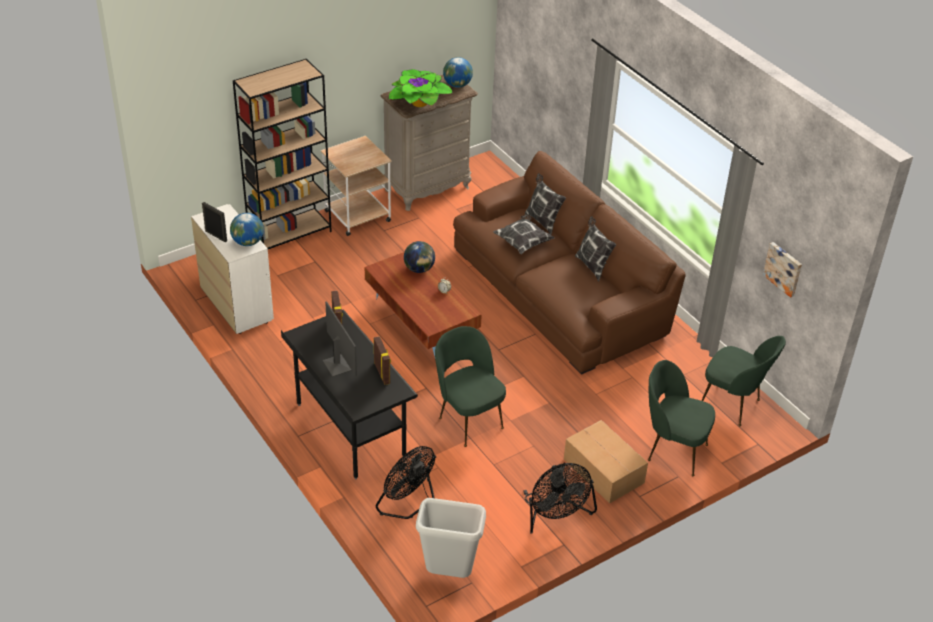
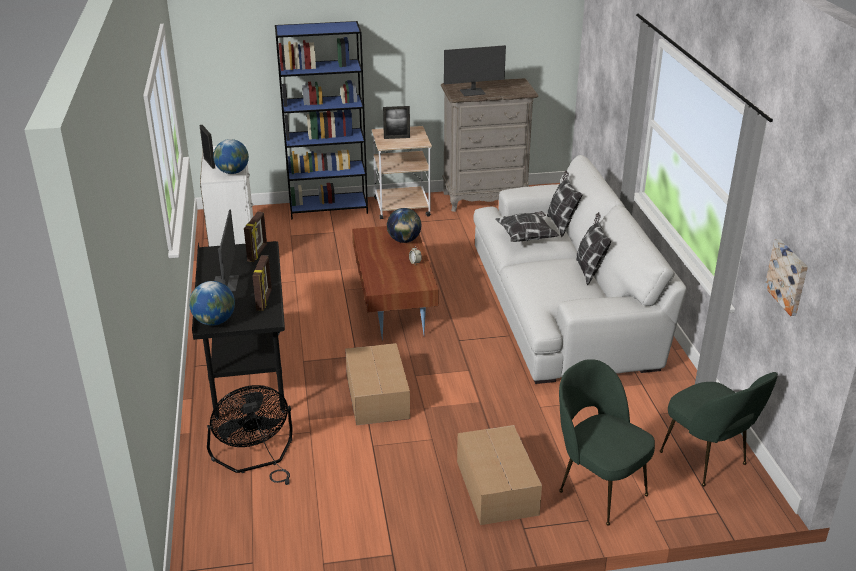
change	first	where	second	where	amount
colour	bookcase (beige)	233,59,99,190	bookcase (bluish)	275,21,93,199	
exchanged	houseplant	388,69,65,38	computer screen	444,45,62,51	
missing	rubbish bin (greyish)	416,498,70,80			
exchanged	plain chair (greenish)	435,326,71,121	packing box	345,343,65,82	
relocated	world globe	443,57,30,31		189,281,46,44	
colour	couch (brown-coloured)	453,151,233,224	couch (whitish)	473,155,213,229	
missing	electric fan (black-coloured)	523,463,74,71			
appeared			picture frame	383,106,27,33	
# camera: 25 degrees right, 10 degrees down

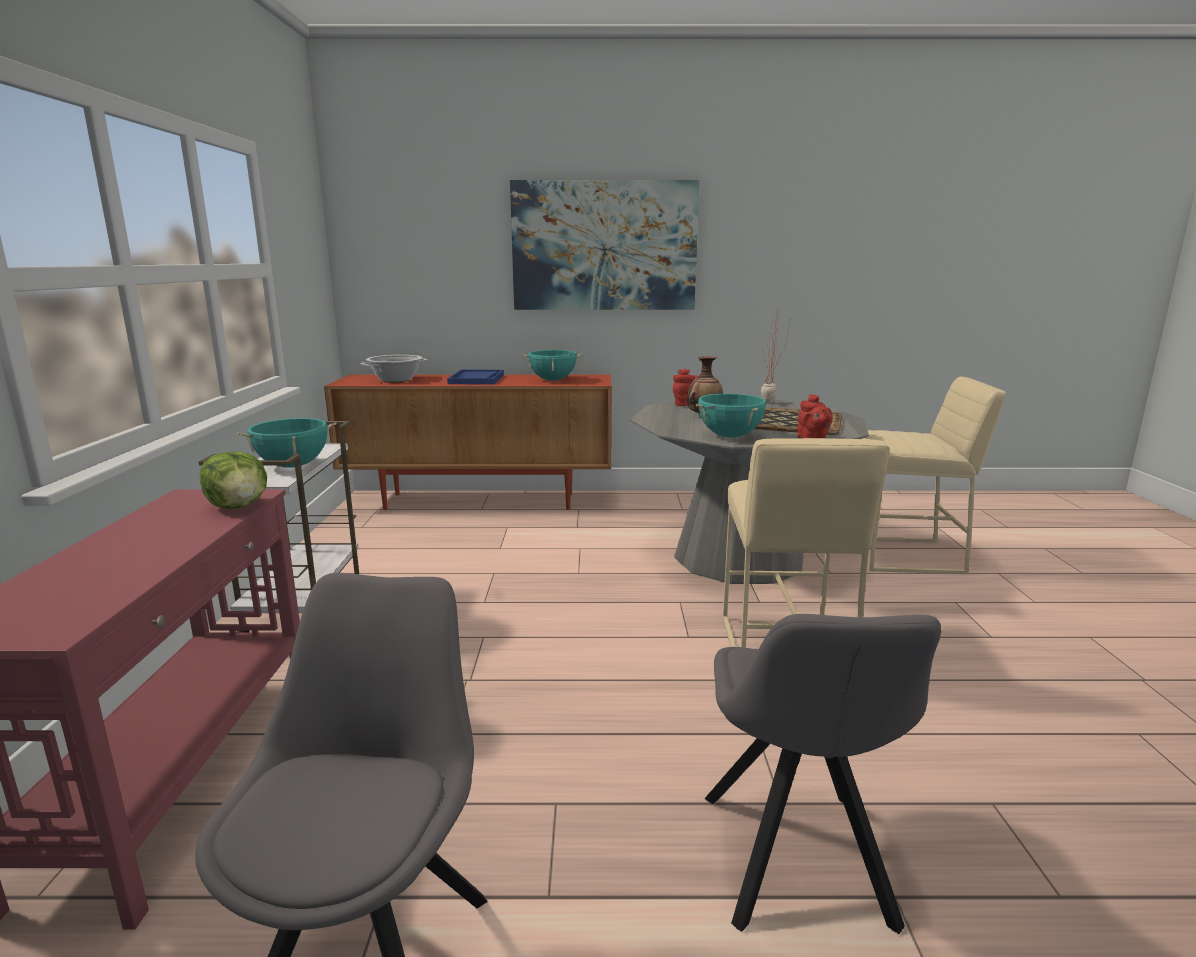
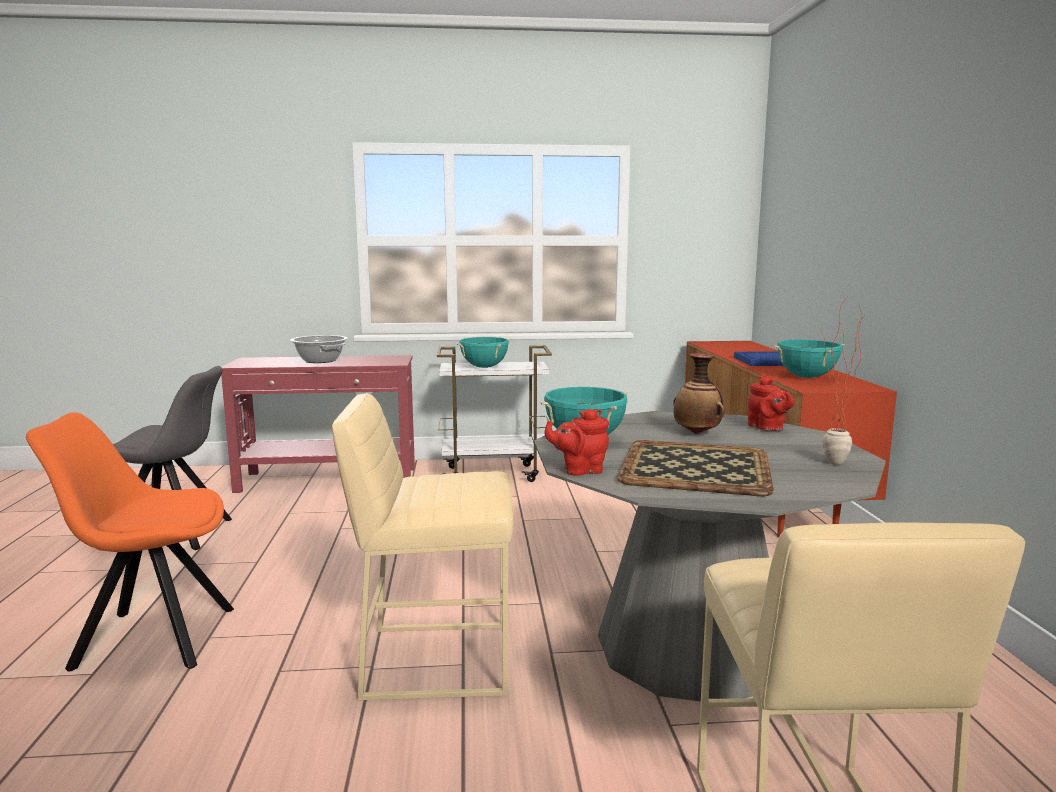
change	first	where	second	where	amount
missing	head of lettuce	200,452,67,57			
relocated	stockpot	361,355,66,27		290,335,58,28	
missing	wall art	510,180,190,130			
colour	plain chair (greyish)	705,614,236,320	plain chair (orangey)	26,412,208,260	
# camera: 85 degrees right, 5 degrees down

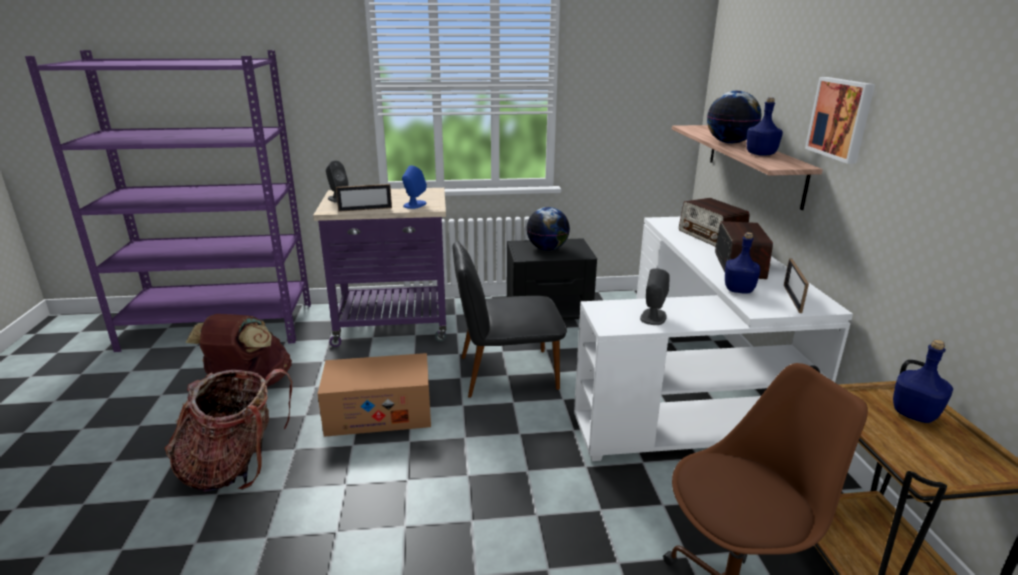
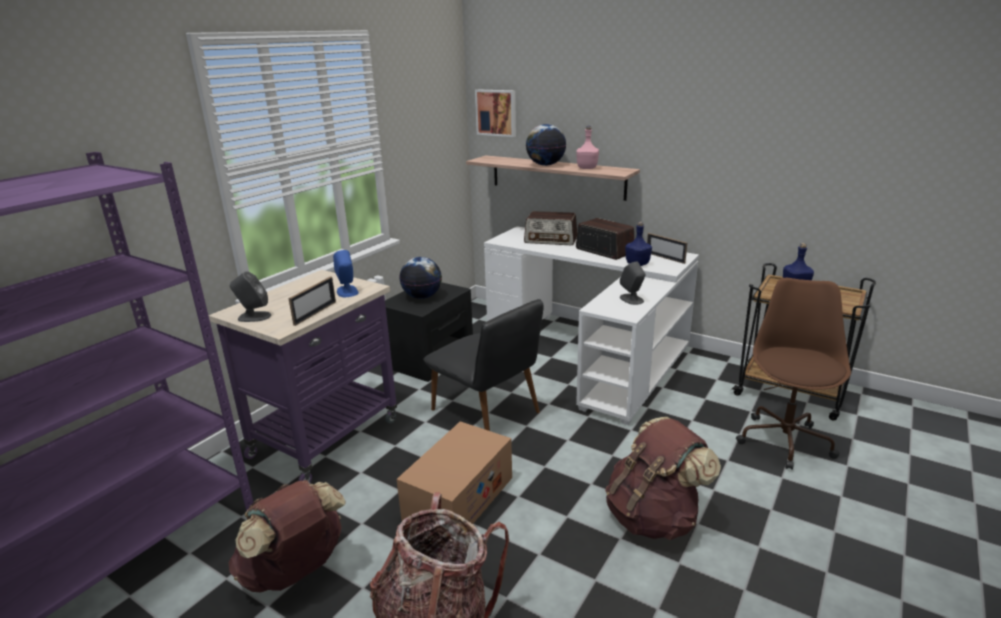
change	first	where	second	where	amount
spun	plain chair (black-coloured)	452,241,115,157		423,299,121,132	75 degrees counterclockwise
colour	bottle (bluish)	747,97,36,59	bottle (pink-coloured)	576,126,23,43	
relocated	wall art	805,77,70,87		475,90,41,47	
appeared			rucksack (brown-coloured)	605,417,116,123	
# camera: 50 degrees left, 0 degrees up

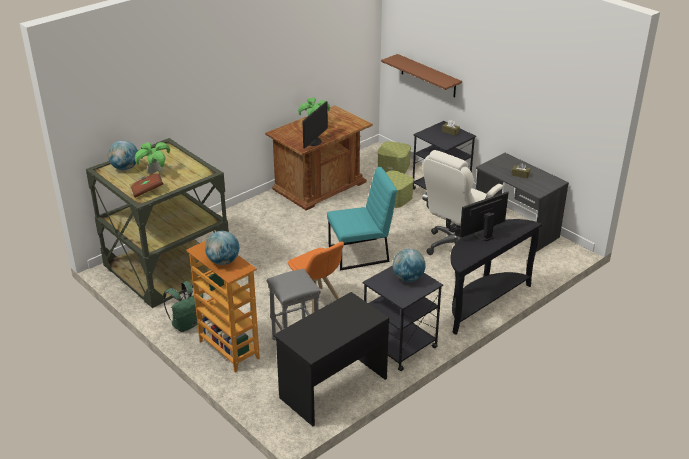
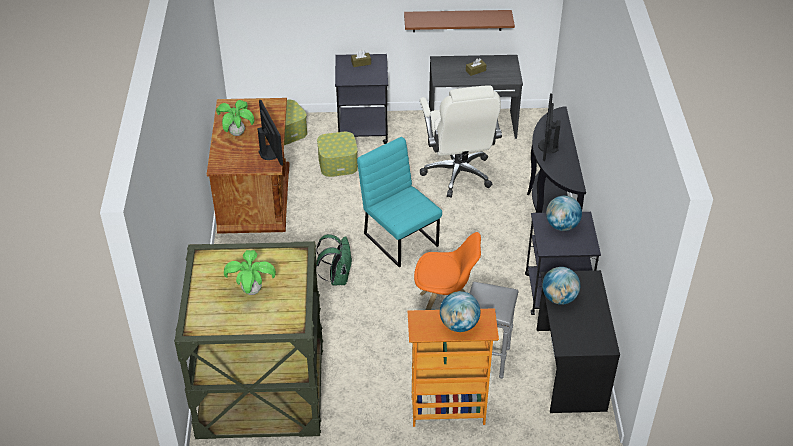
change	first	where	second	where	amount
relocated	world globe	108,140,30,30		542,267,38,38	
missing	volume (brown-coloured)	130,171,33,27			
relocated	rucksack (greenish)	163,281,40,51		316,234,36,51	
spun	plain chair (turquoise-coloured)	327,167,70,103		357,137,85,130	60 degrees counterclockwise
relocated	shelf (brown-coloured)	381,54,81,43		404,10,111,22	
# camera: 50 degrees left, 10 degrees up

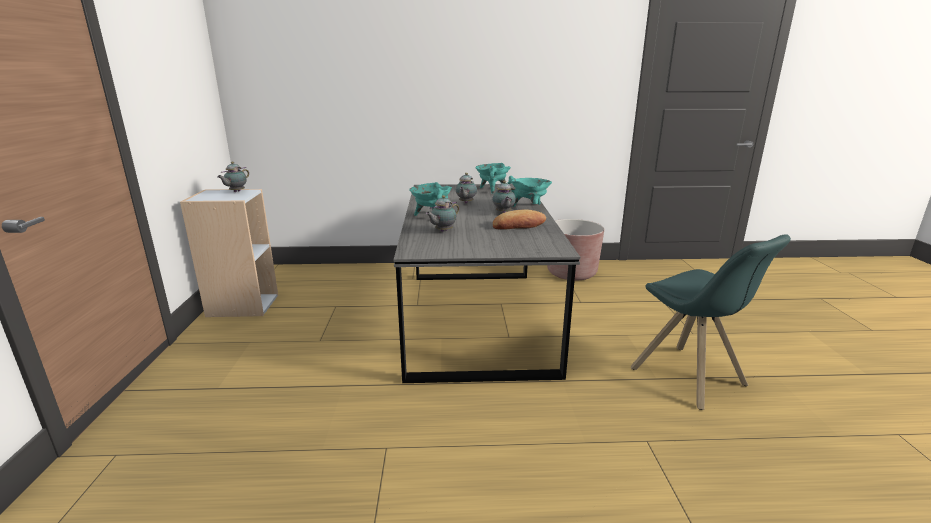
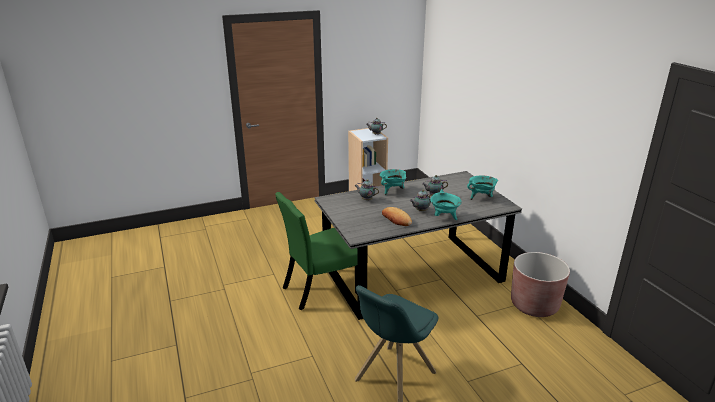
change	first	where	second	where	amount
appeared			plain chair (greenish)	275,192,83,118	
# camera: 70 degrees right, 5 degrees up

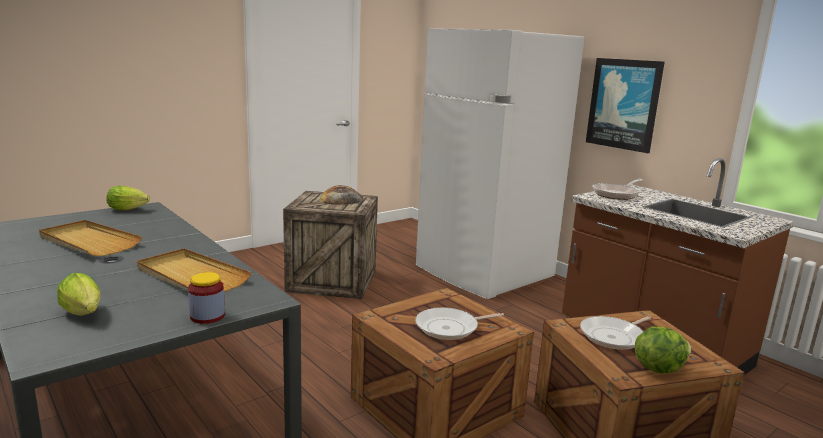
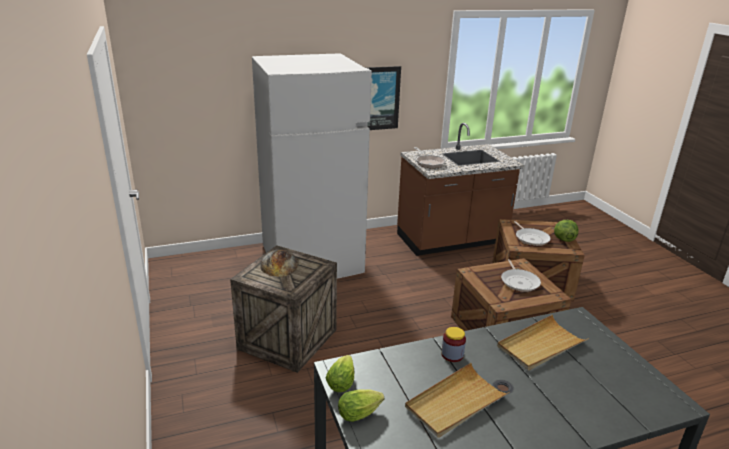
change	first	where	second	where	amount
relocated	head of lettuce	57,273,44,43		338,390,46,32	
relocated	jar	188,272,37,52		441,327,25,35	
# camera: 70 degrees left, 10 degrees up

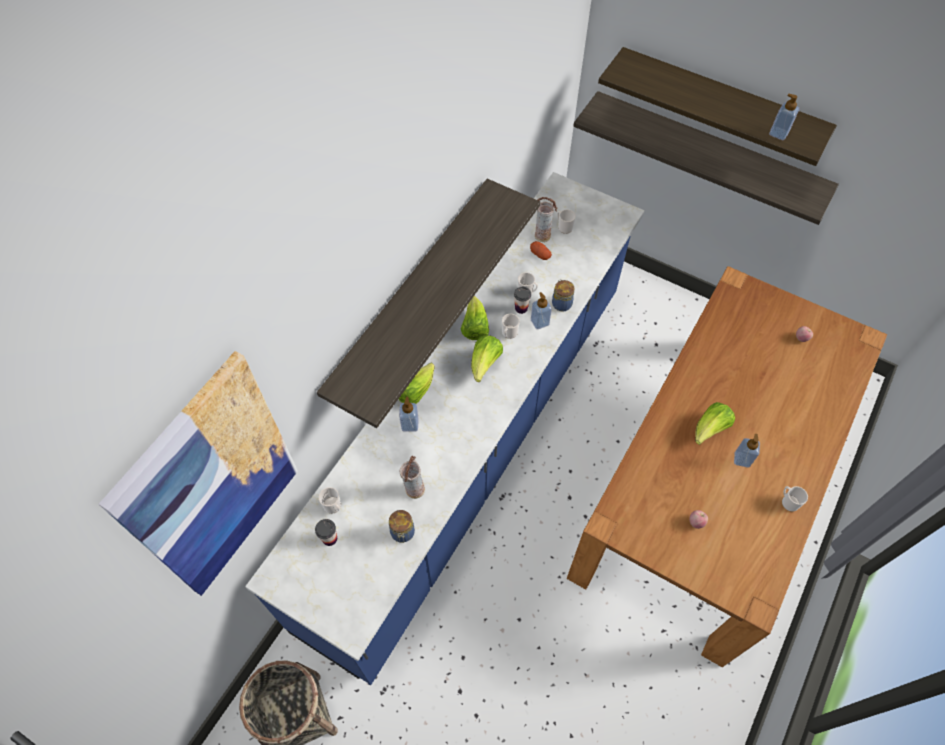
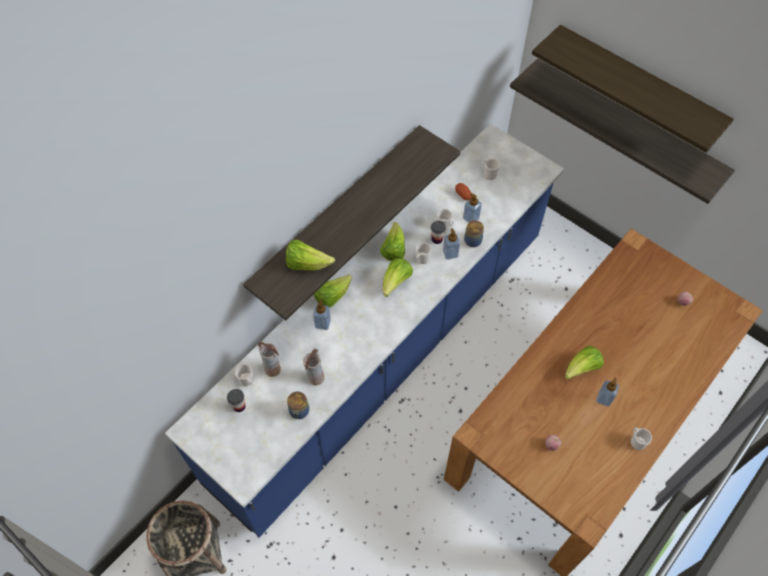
change	first	where	second	where	amount
missing	wall art	99,351,199,245			
relocated	decorative vase	535,197,22,45		258,342,23,35	
relocated	soap bottle	769,94,30,46		463,193,19,30	
appeared			head of lettuce	286,240,49,31	
# camera: 10 degrees right, 0 degrees up

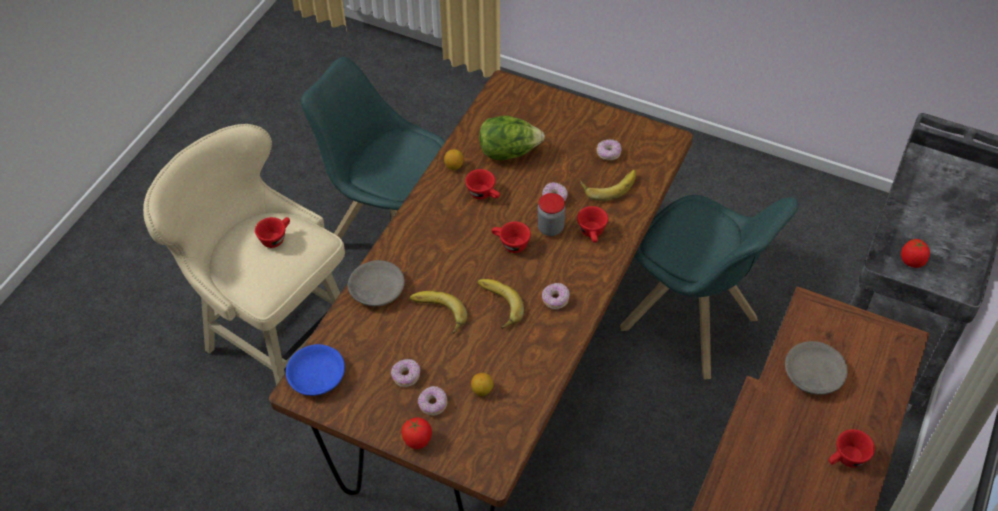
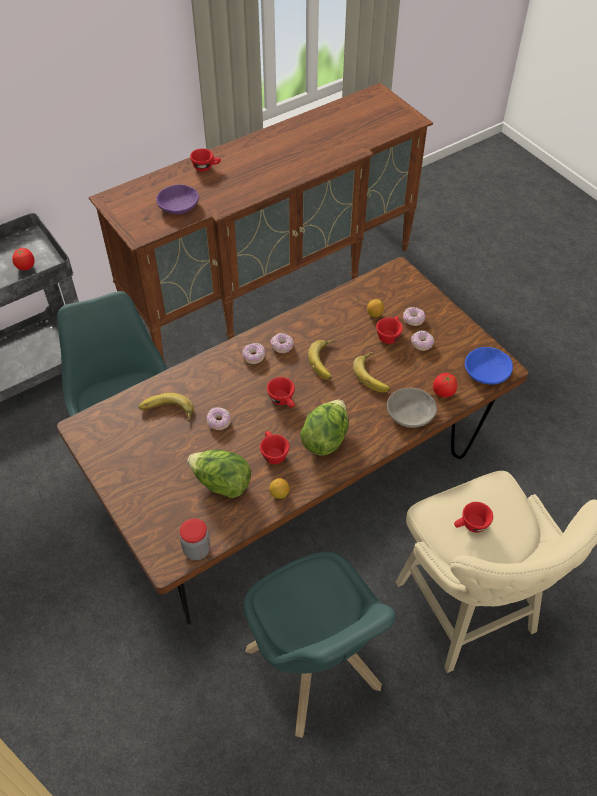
change	first	where	second	where	amount
relocated	tomato	401,417,31,32		433,373,24,24	
relocated	jar	537,193,29,43		179,518,32,42	
relocated	drinking cup (red)	577,206,31,36		376,316,27,28	
relocated	donut	597,139,25,21		242,343,23,21	
colour	deep dish (greyish)	785,341,63,54	deep dish (purplish)	156,184,43,30	
appeared			head of lettuce	300,400,49,55	
# camera: 150 degrees left, 0 degrees up

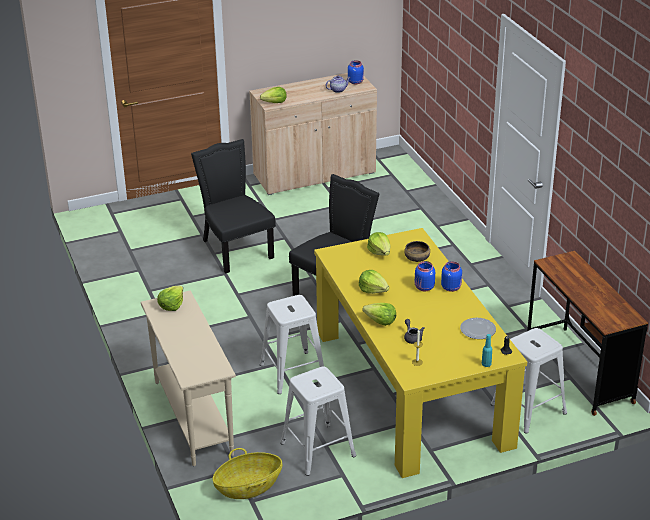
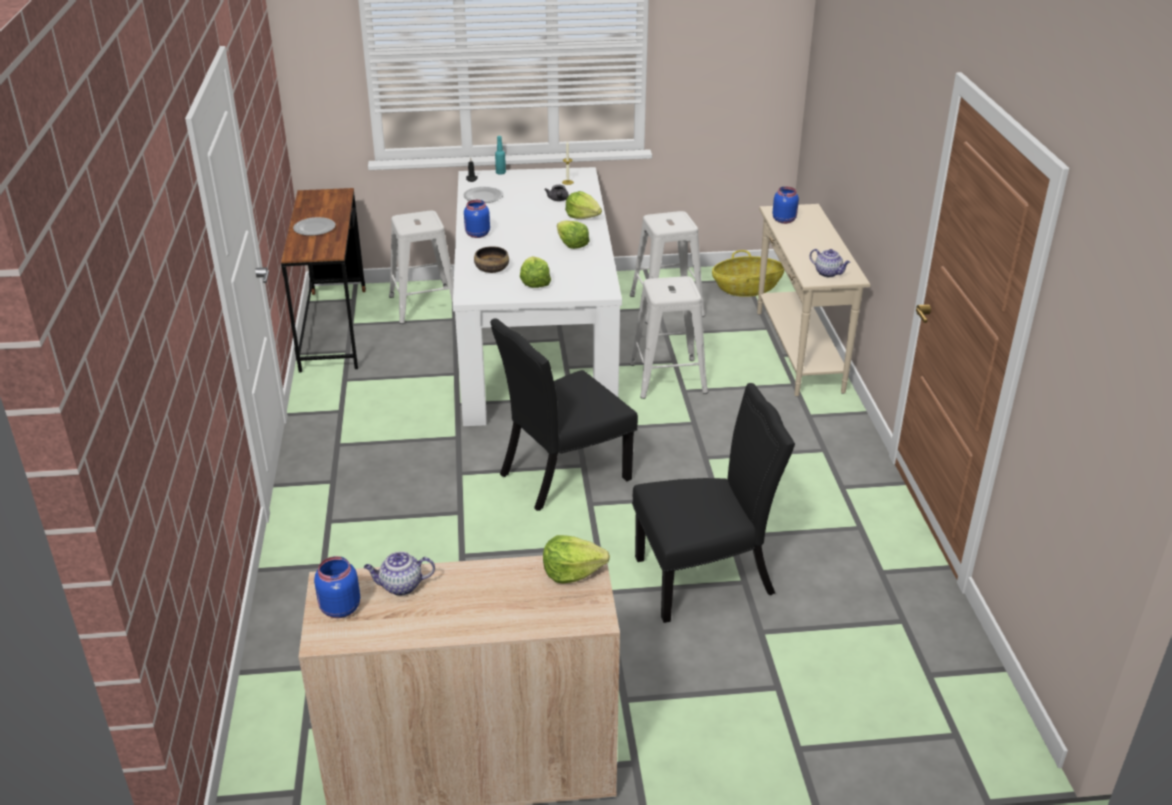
change	first	where	second	where	amount
exchanged	head of lettuce	157,286,26,25	teapot	810,249,40,28	
spun	plain chair (black-coloured)	191,139,85,134		632,383,163,240	90 degrees counterclockwise
colour	dining table (yellowish)	314,228,213,250	dining table (whitish)	453,167,169,259	
relocated	jar (bluish)	415,261,20,30		772,186,27,38	
appeared			dinner plate	293,217,42,19	
# camera: 165 degrees left, 0 degrees up

